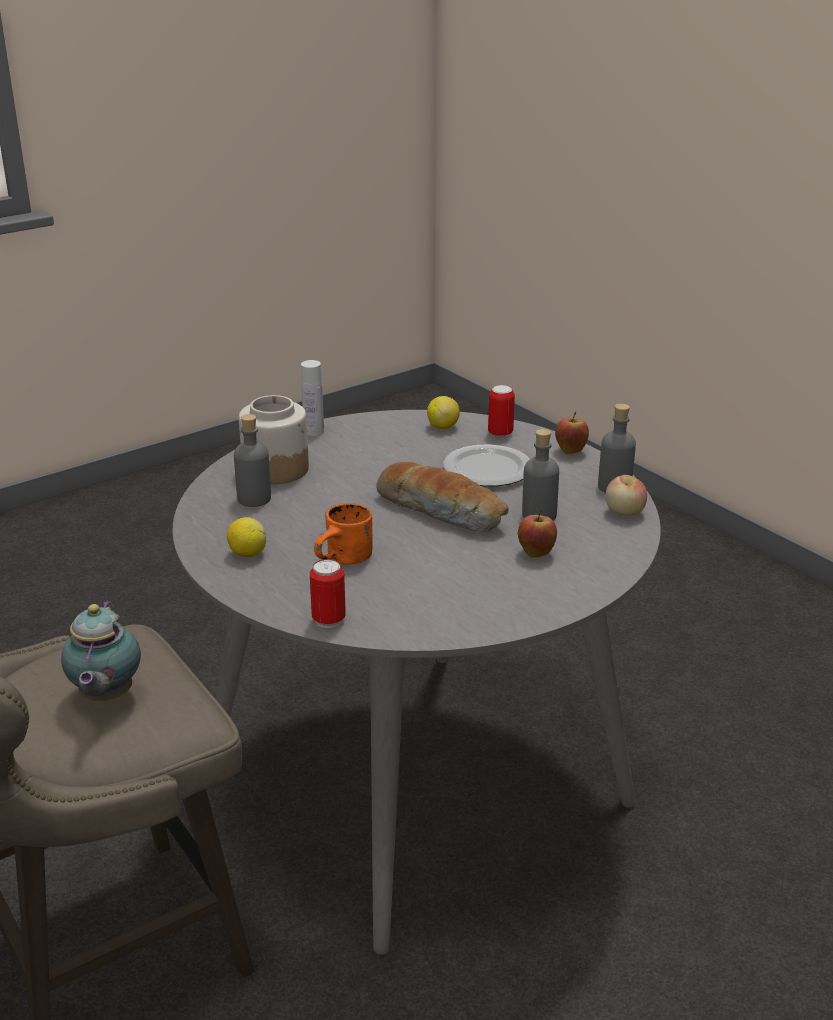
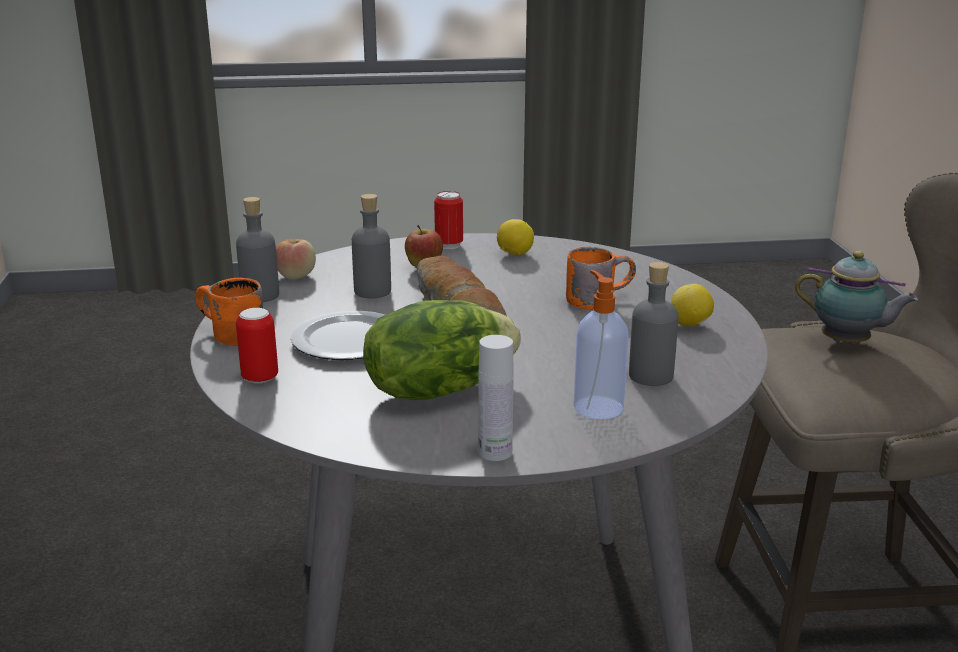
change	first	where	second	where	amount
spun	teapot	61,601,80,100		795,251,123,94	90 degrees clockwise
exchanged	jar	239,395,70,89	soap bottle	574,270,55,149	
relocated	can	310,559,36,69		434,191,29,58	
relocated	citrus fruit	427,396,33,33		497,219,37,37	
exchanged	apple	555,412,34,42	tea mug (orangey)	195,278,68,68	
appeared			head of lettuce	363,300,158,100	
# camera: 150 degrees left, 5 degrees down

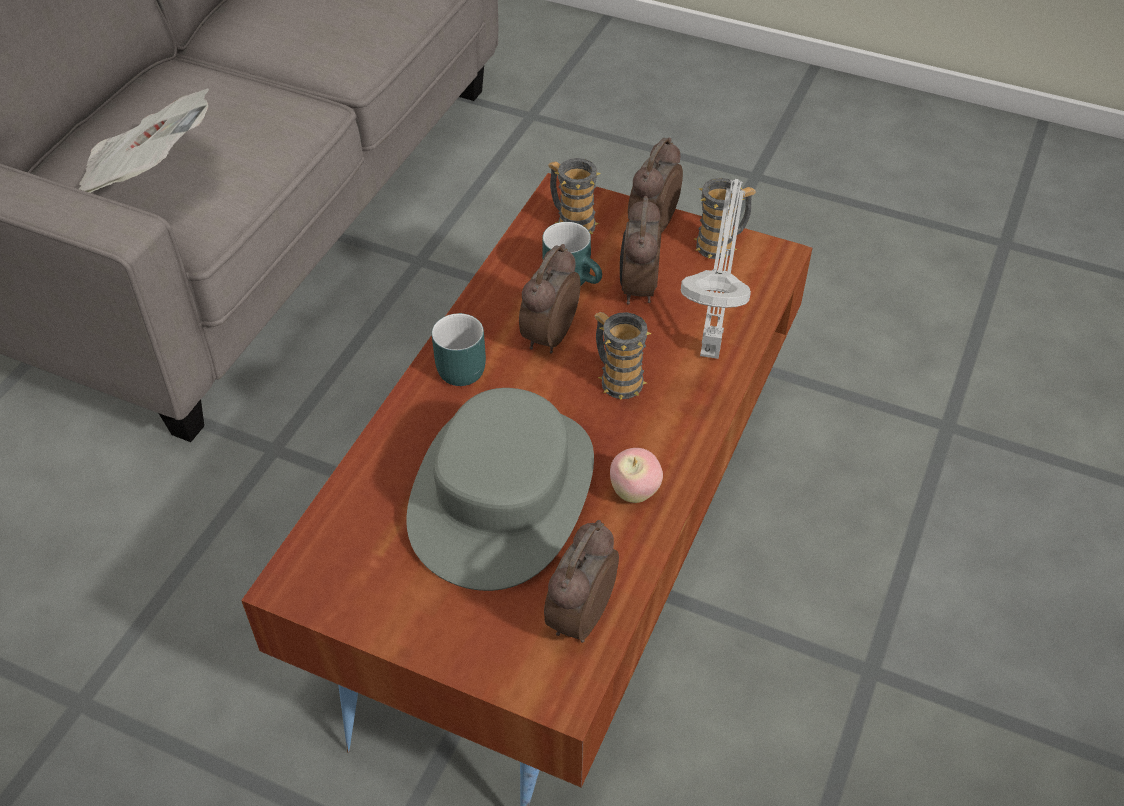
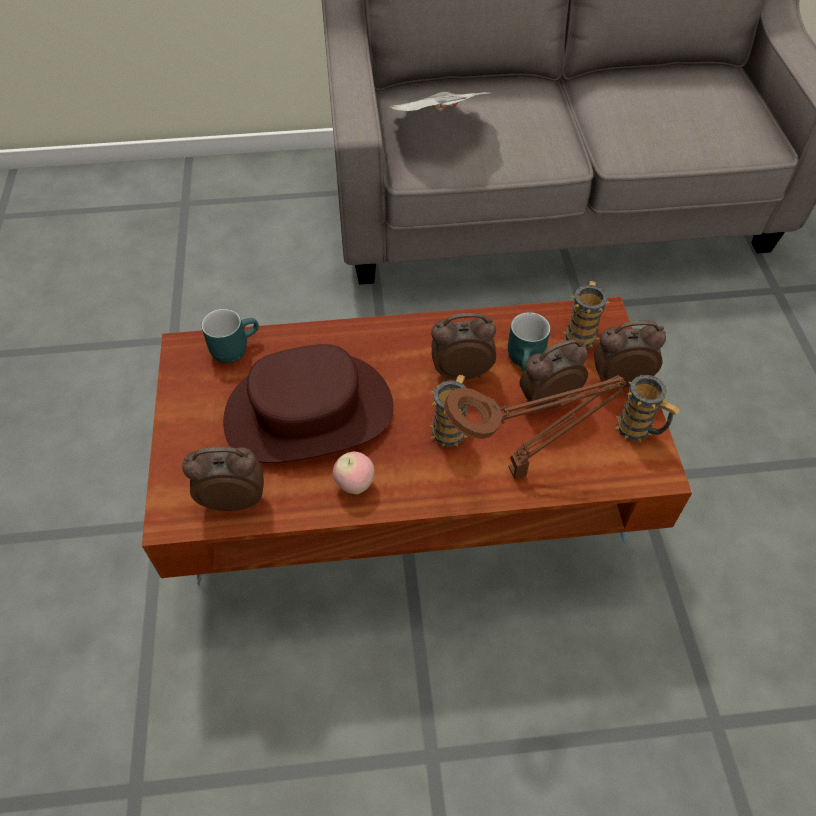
change	first	where	second	where	amount
colour	hat (greyish)	406,388,188,203	hat (brown-coloured)	223,344,171,119	
relocated	tea mug (turquoise-coloured)	432,313,54,73		201,309,58,54	
colour	table lamp (greyish)	681,179,70,180	table lamp (brown-coloured)	444,375,183,104	
# camera: 60 degrees right, 5 degrees up

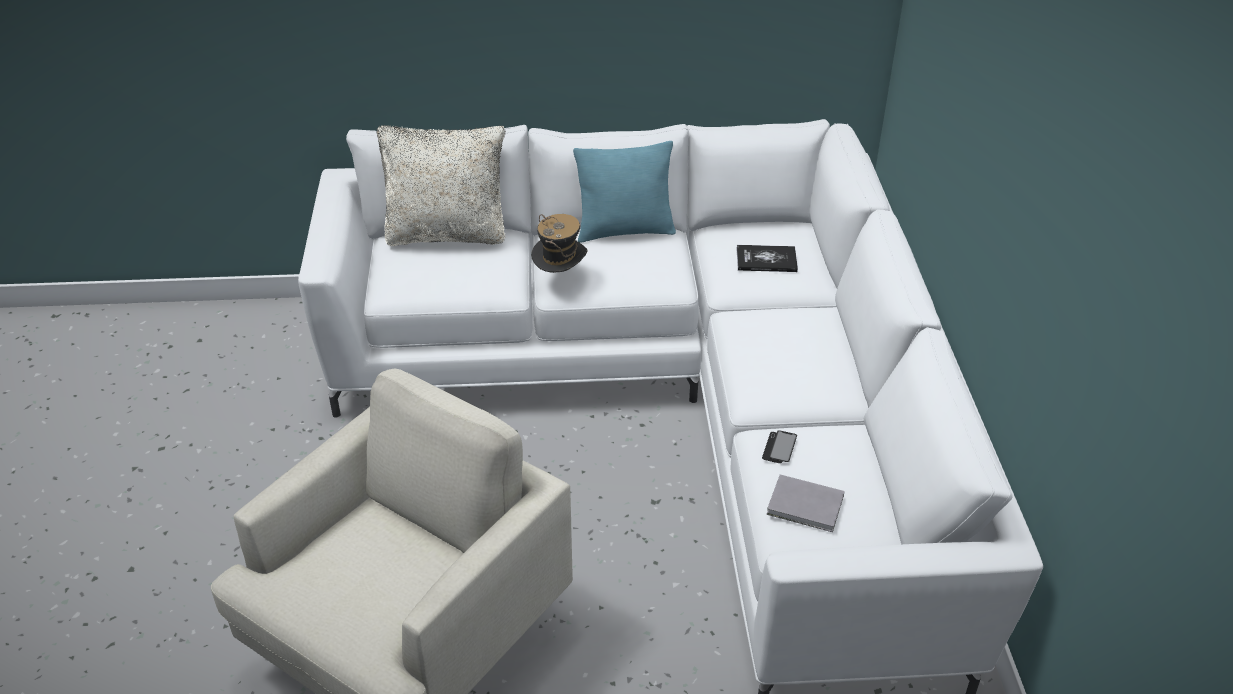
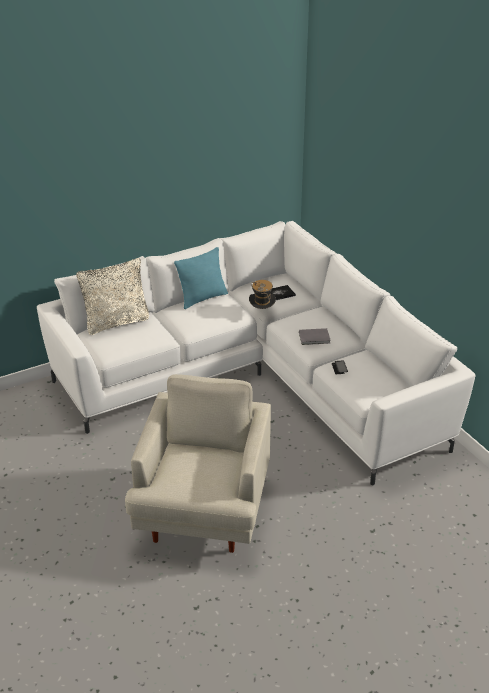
change	first	where	second	where	amount
relocated	hat	531,214,56,59		249,280,27,29	
relocated	volume (greyish)	766,474,79,58		299,328,32,17	
# camera: 25 degrees left, 5 degrees down

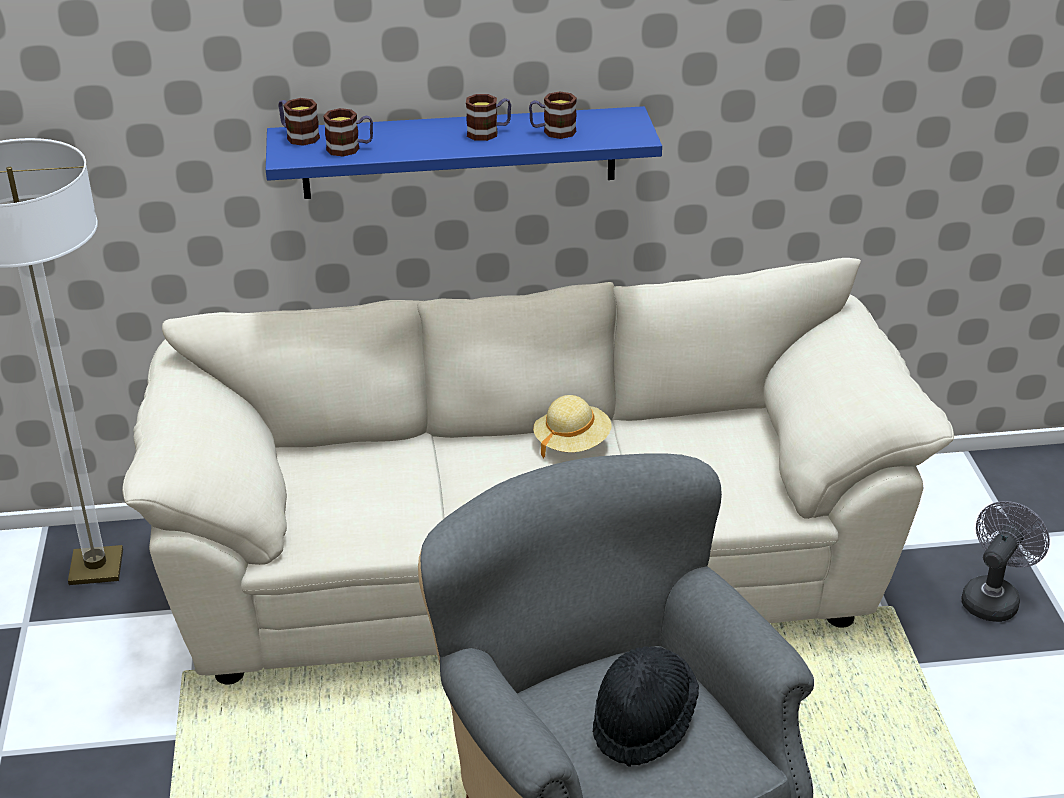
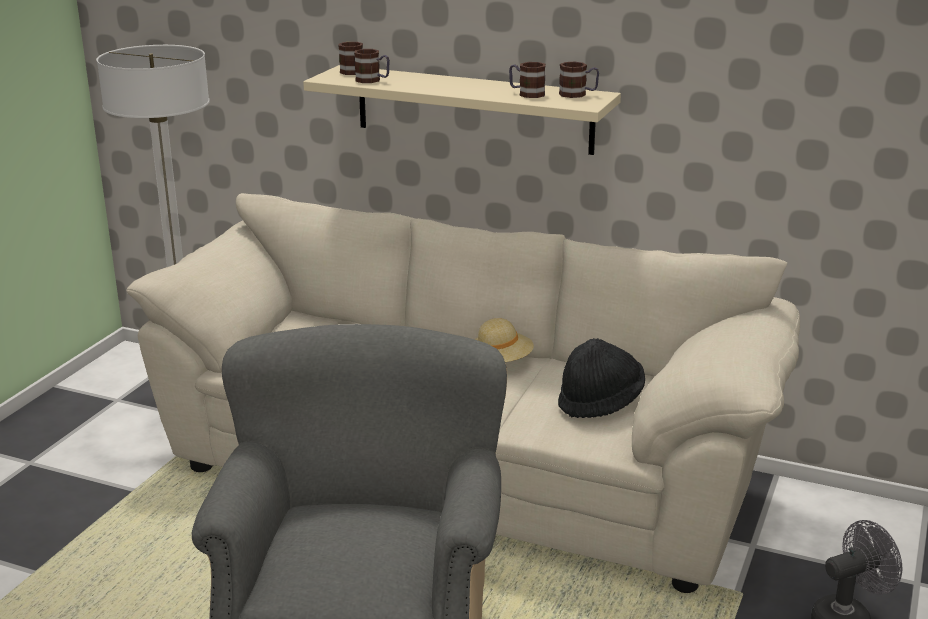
change	first	where	second	where	amount
colour	shelf (bluish)	266,106,396,93	shelf (beige)	303,65,318,90	
relocated	tea mug	466,94,45,47		559,62,40,36	
relocated	hat (black-coloured)	593,646,106,121		558,338,87,80	
# camera: 30 degrees right, 10 degrees down

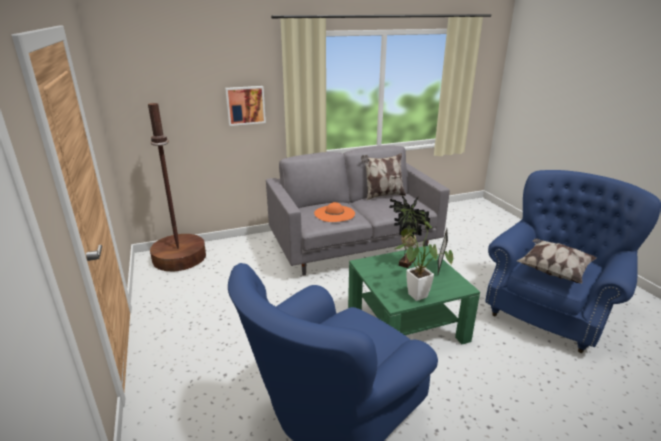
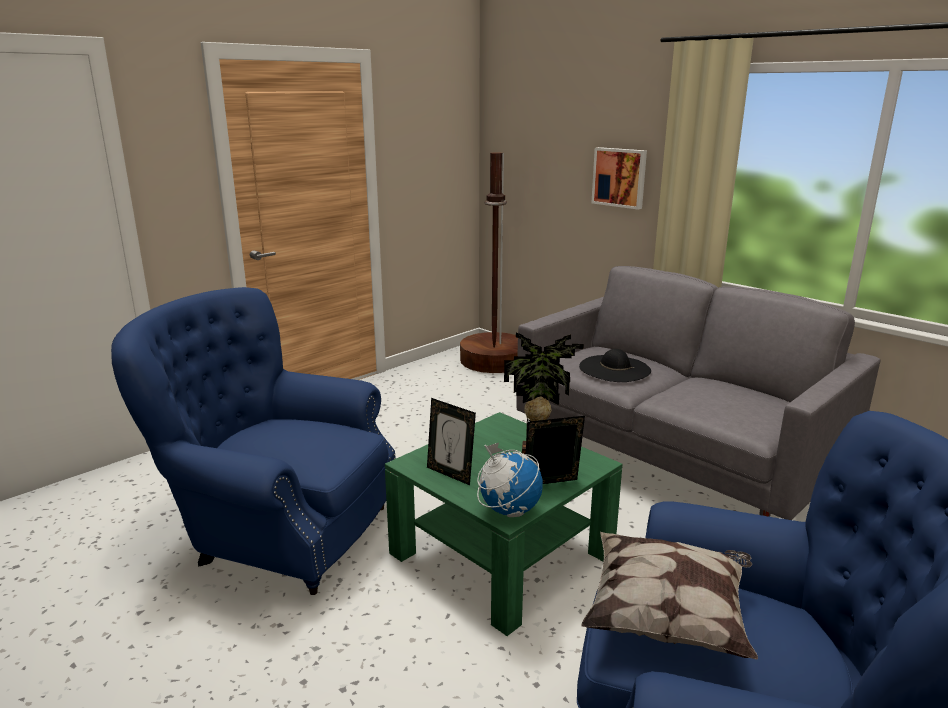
change	first	where	second	where	amount
colour	hat (orangey)	314,202,41,20	hat (black-coloured)	579,349,72,33	
missing	cushion	361,153,45,47			
exchanged	houseplant	395,221,58,80	picture frame	427,398,49,87	
appeared			world globe	477,443,66,74	
# camera: 65 degrees right, 5 degrees down

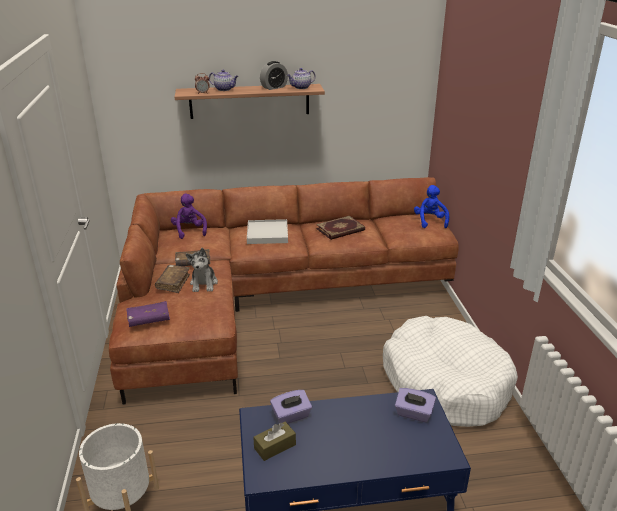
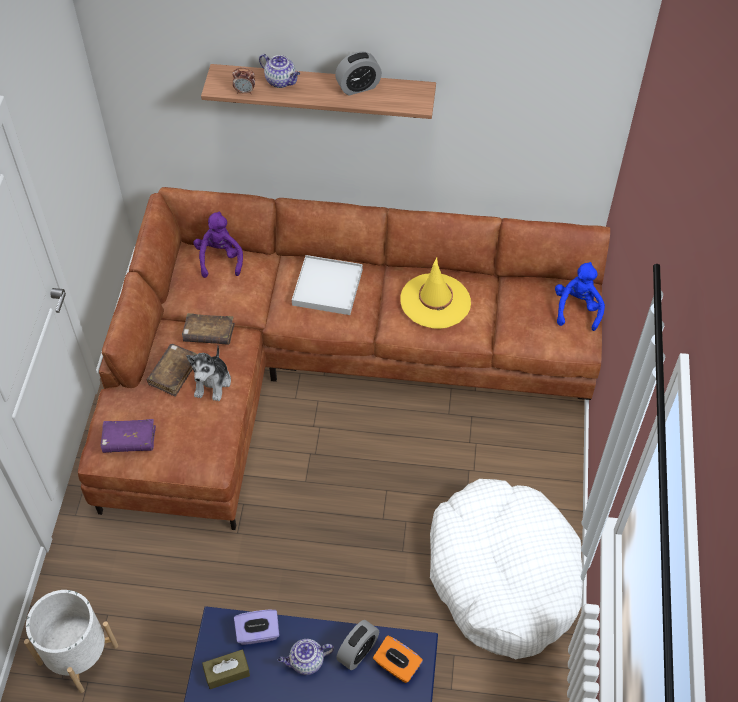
change	first	where	second	where	amount
relocated	teapot	287,68,29,21		278,639,56,36	
exchanged	volume	316,216,49,24	hat (yellowish)	400,258,71,71	
colour	tissue holder (purplish)	395,388,41,34	tissue holder (orangey)	373,636,50,47	
appeared			alarm clock	337,620,42,50	
# camera: 15 degrees right, 25 degrees up

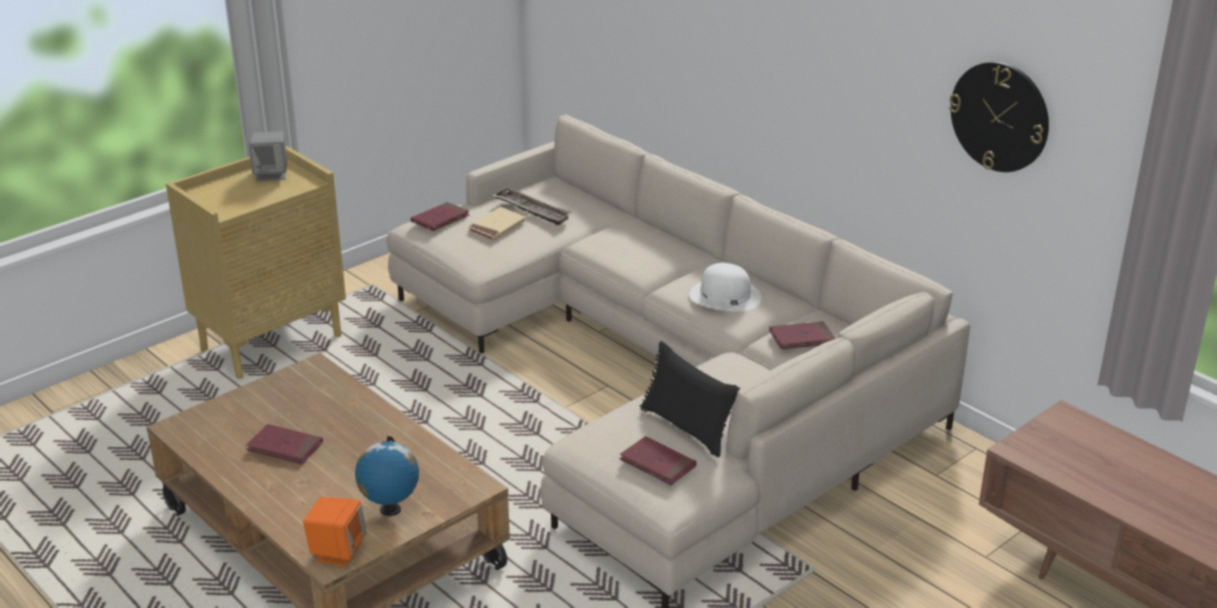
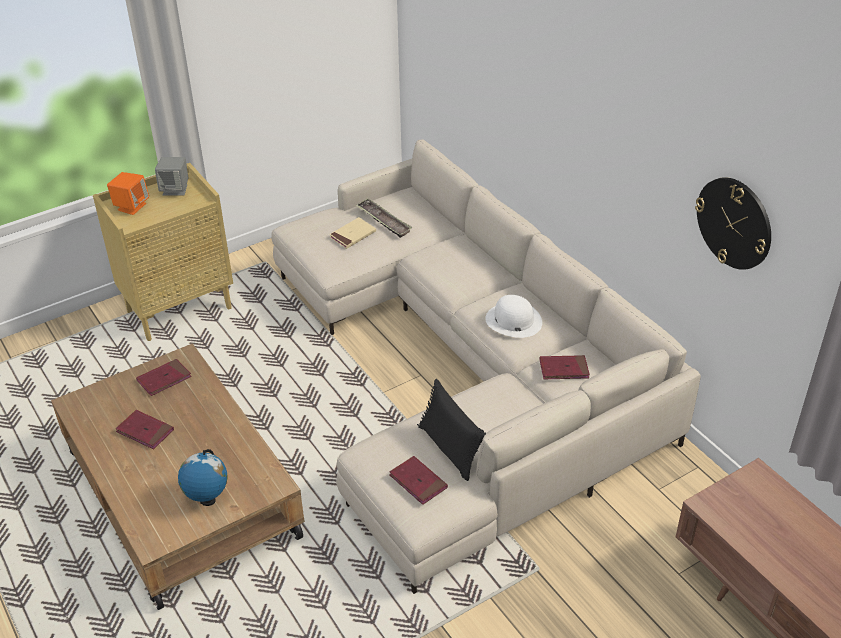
change	first	where	second	where	amount
relocated	audio speaker (orangey)	303,497,64,70		107,172,42,43	
relocated	volume (red)	411,202,59,29		136,359,56,37	
# camera: 10 degrees right, 10 degrees up

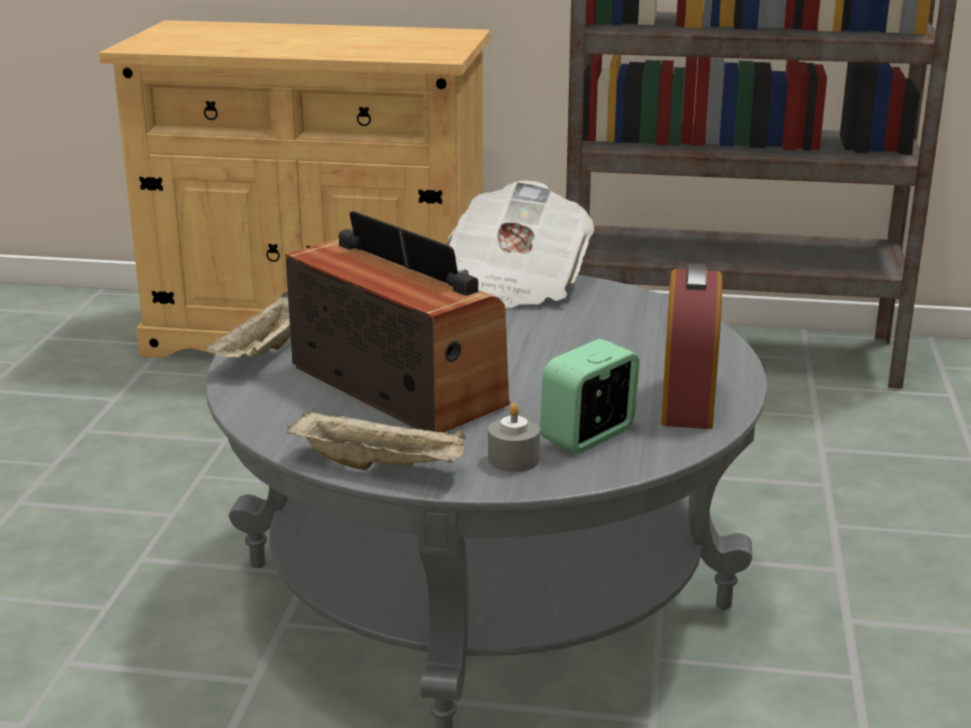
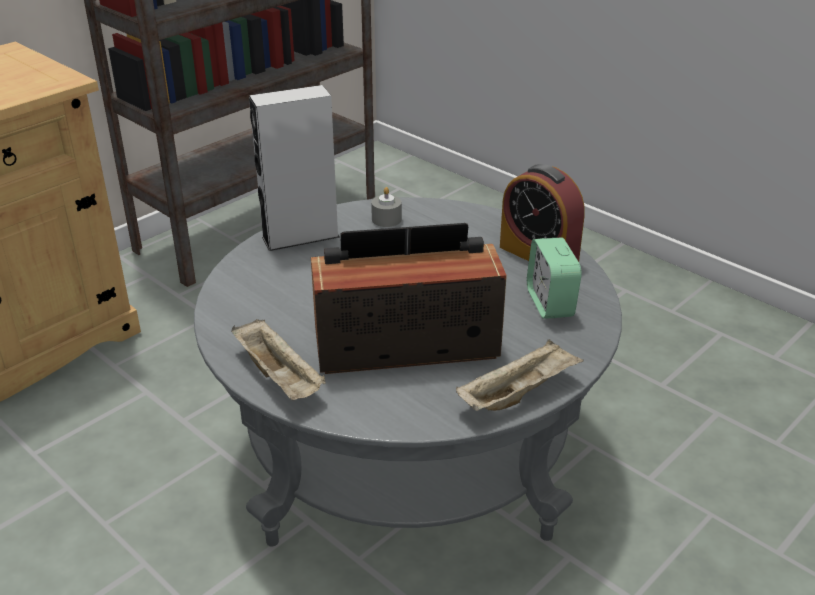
change	first	where	second	where	amount
exchanged	printed paper	448,180,146,129	audio speaker (greyish)	249,85,90,166	
relocated	wax light (greyish)	488,403,52,69		371,187,31,40	
# camera: 55 degrees left, 10 degrees up

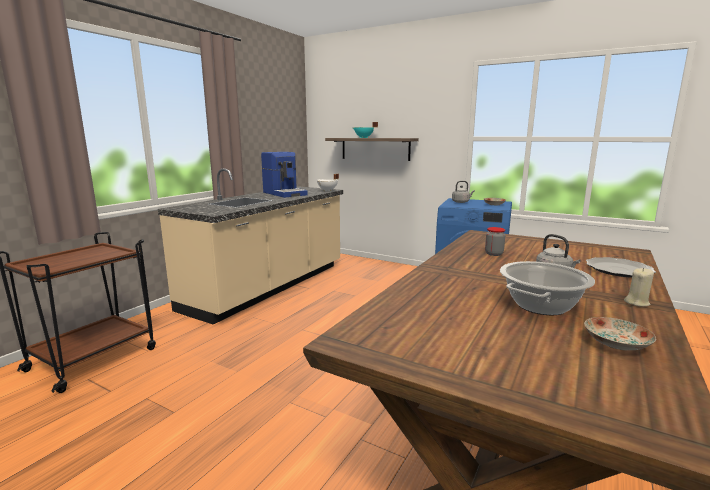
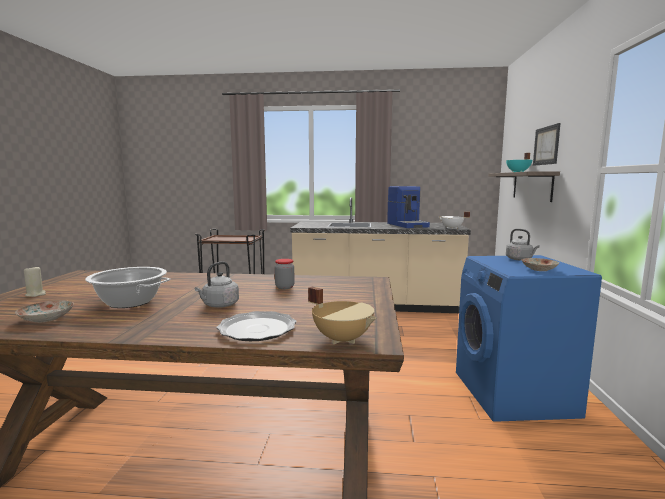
change	first	where	second	where	amount
spun	coffee brewer	261,152,47,46		387,186,43,42	45 degrees counterclockwise
relocated	wax light (beige)	624,268,30,39		24,265,22,32	
appeared			stockpot (beige)	308,286,68,58	
appeared			wall art	533,123,28,43	
# camera: 65 degrees right, 5 degrees down

